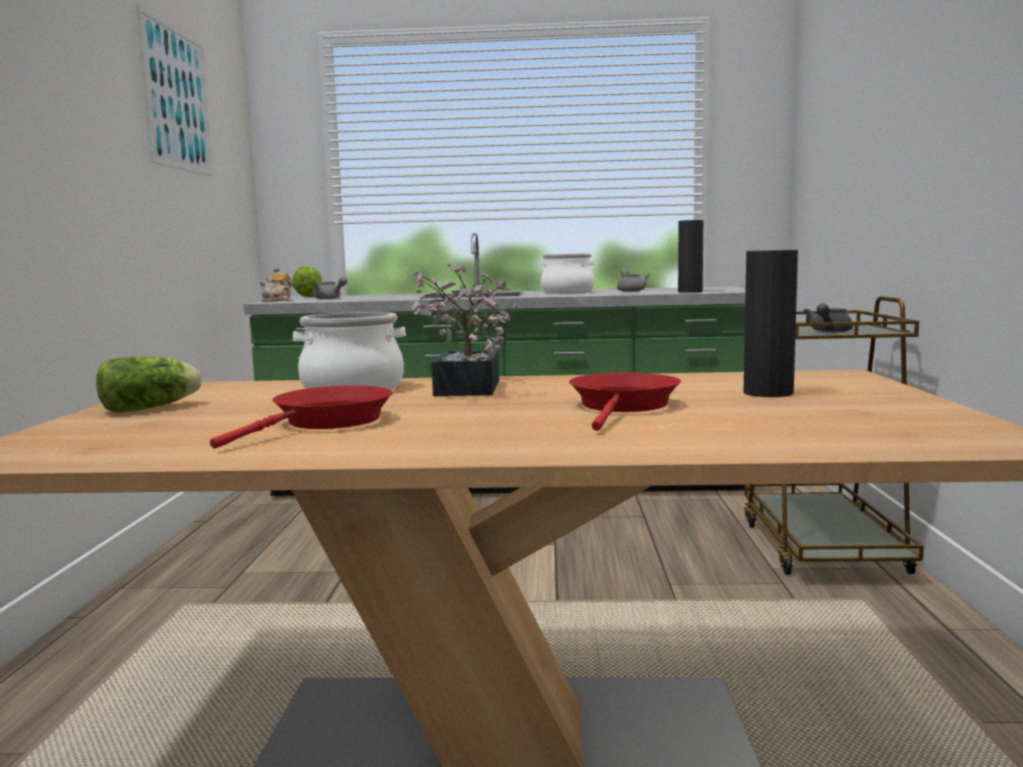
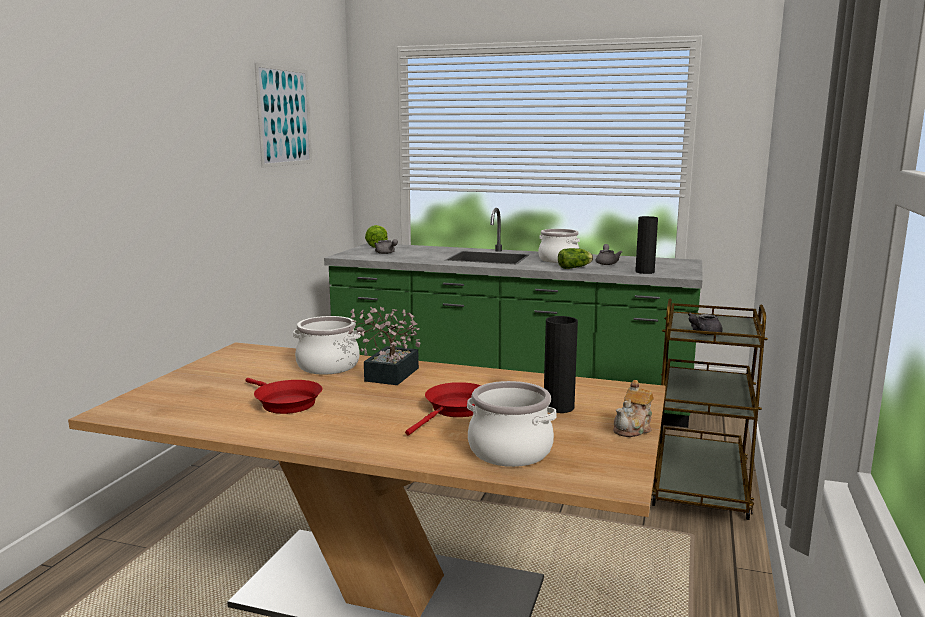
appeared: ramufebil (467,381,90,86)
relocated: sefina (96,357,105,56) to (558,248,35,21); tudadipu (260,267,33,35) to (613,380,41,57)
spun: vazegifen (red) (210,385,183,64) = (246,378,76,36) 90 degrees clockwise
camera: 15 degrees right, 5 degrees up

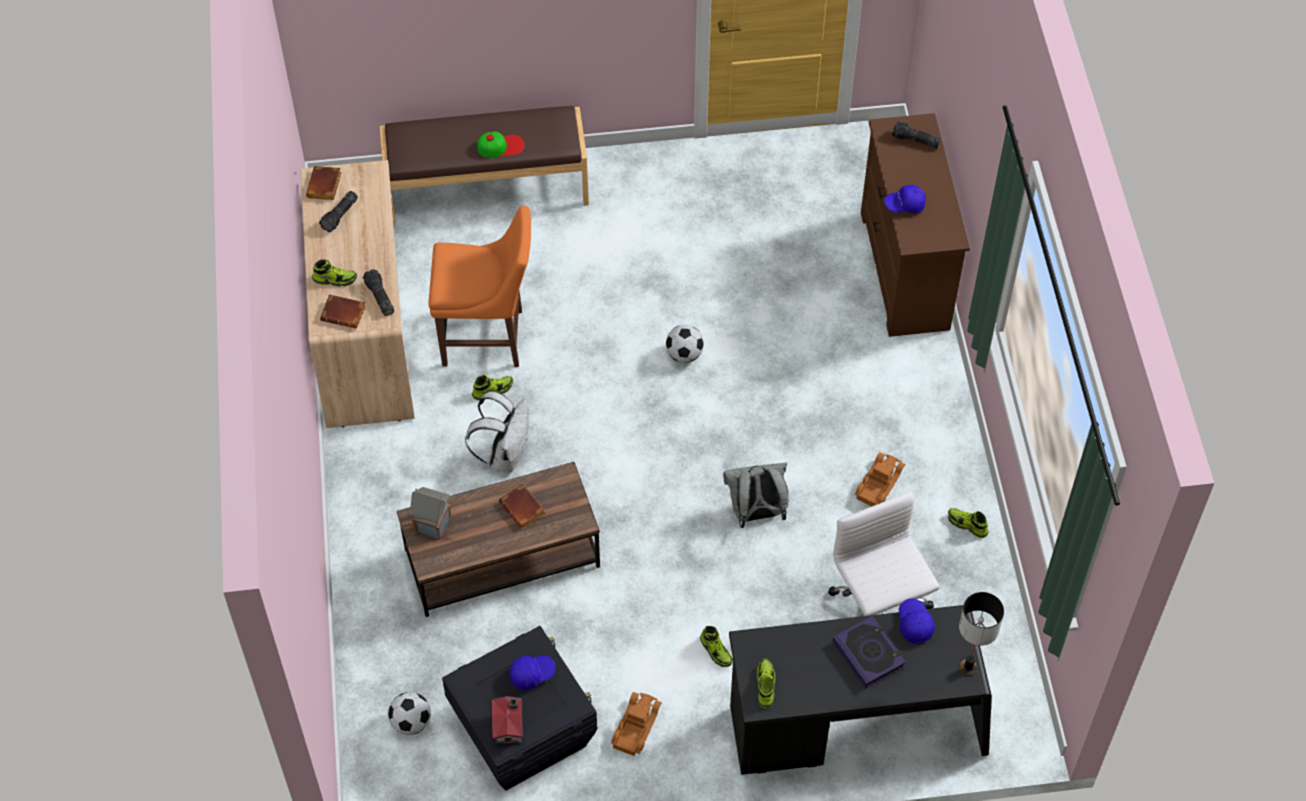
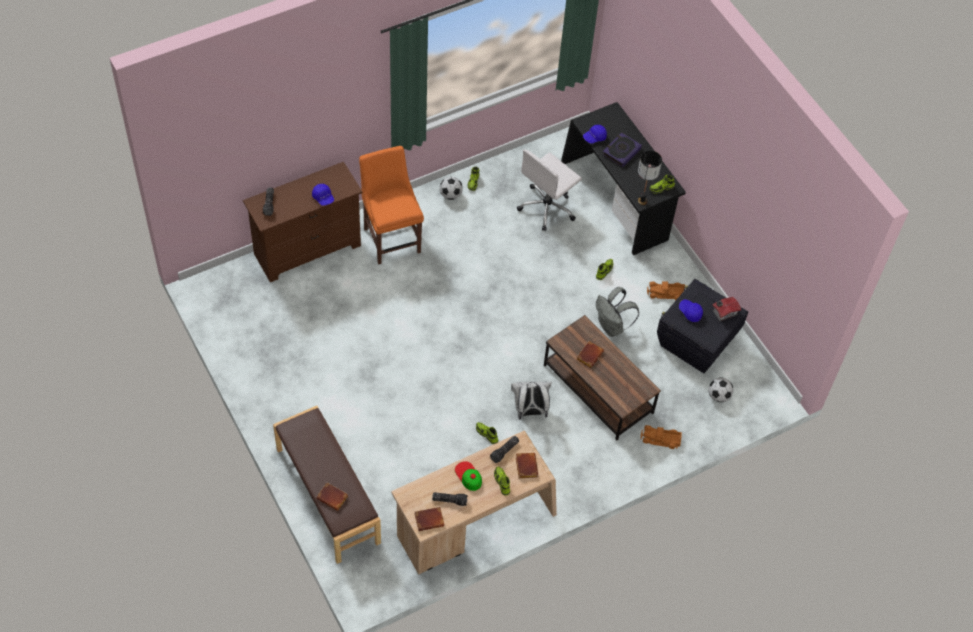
missing: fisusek (409,487,42,53)
appeared: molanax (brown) (316,483,32,28)
relocated: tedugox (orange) (429,206,102,161) to (359,146,65,118); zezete (666,325,38,38) to (440,177,23,23); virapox (477,131,48,27) to (455,461,27,30); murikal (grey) (723,462,65,66) to (596,287,43,50); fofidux (959,592,45,84) to (638,150,24,55); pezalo (855,452,51,54) to (641,425,41,24)
camera: 115 degrees left, 0 degrees up

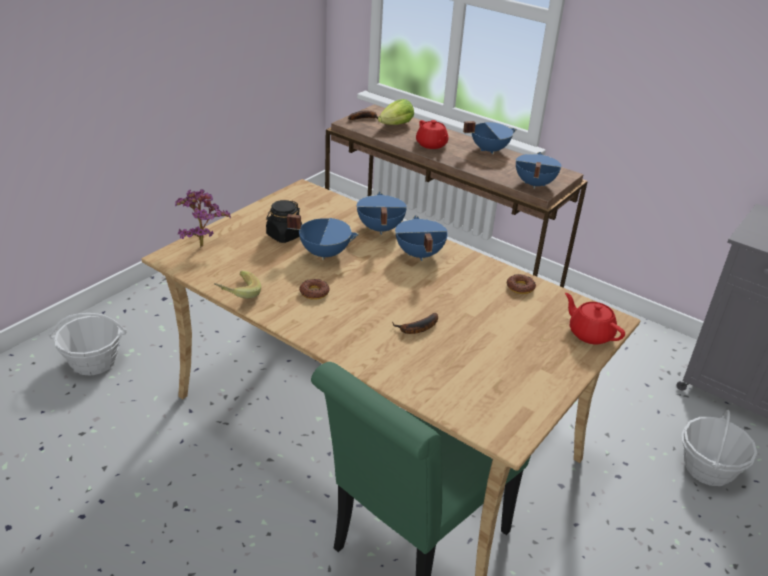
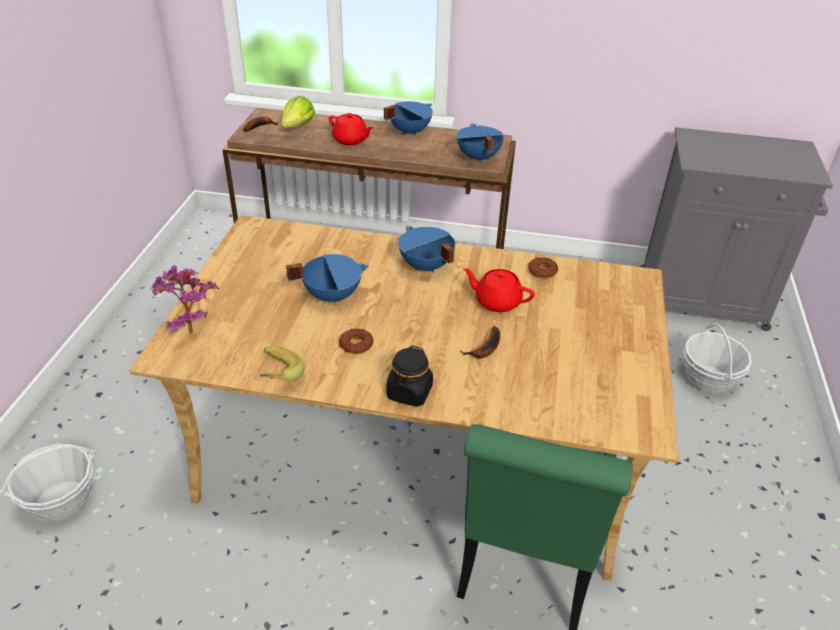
missing: ramufebil (blue) (356,192,51,43)
relocated: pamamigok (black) (266,200,36,43) to (386,346,47,61); tudadipu (red) (565,293,60,51) to (463,268,72,44)
camera: 25 degrees left, 5 degrees up

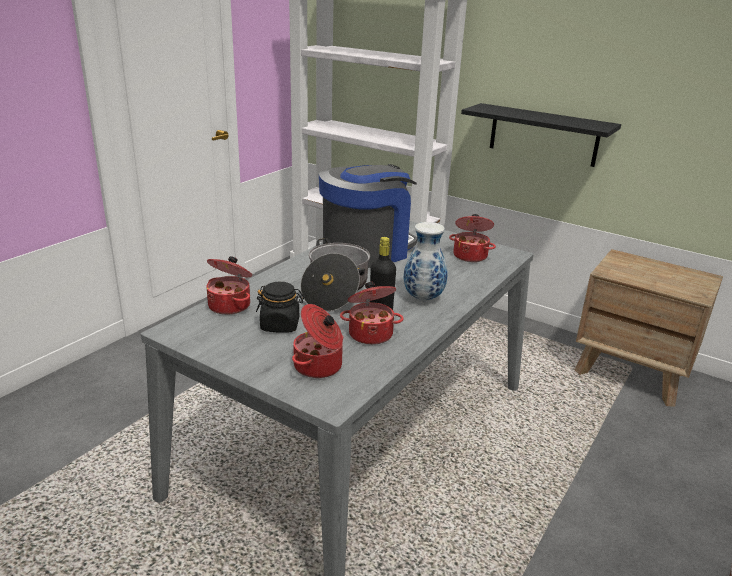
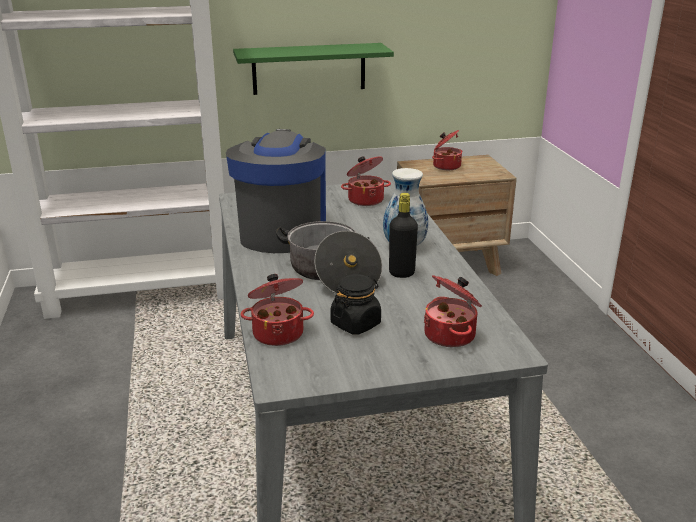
relocated: ramufebil (340,282,64,63) to (432,130,30,40)
colour: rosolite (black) (461,103,160,64) to rosolite (green) (233,43,161,52)
camera: 45 degrees left, 0 degrees up

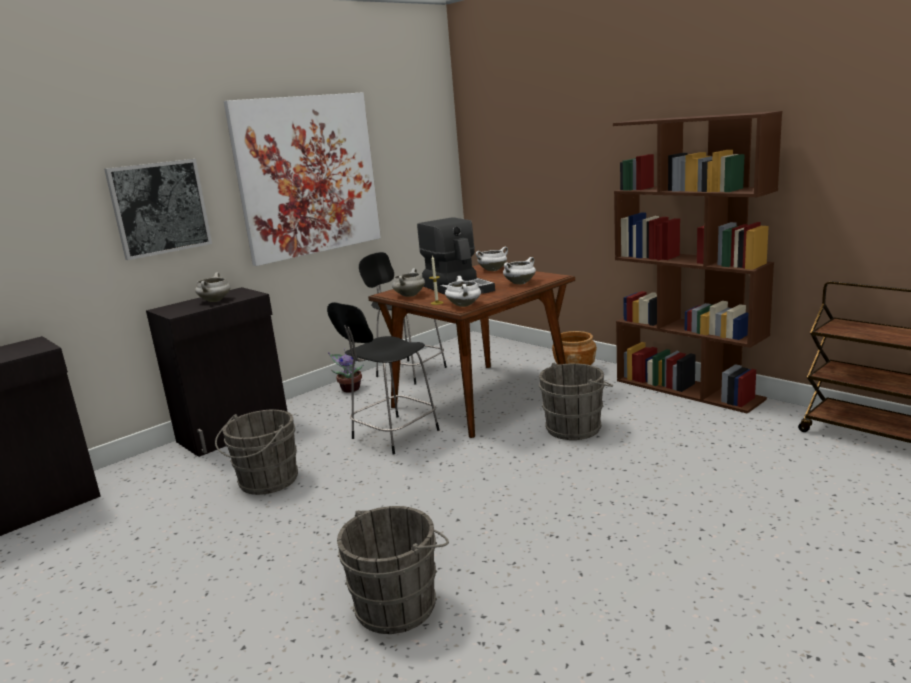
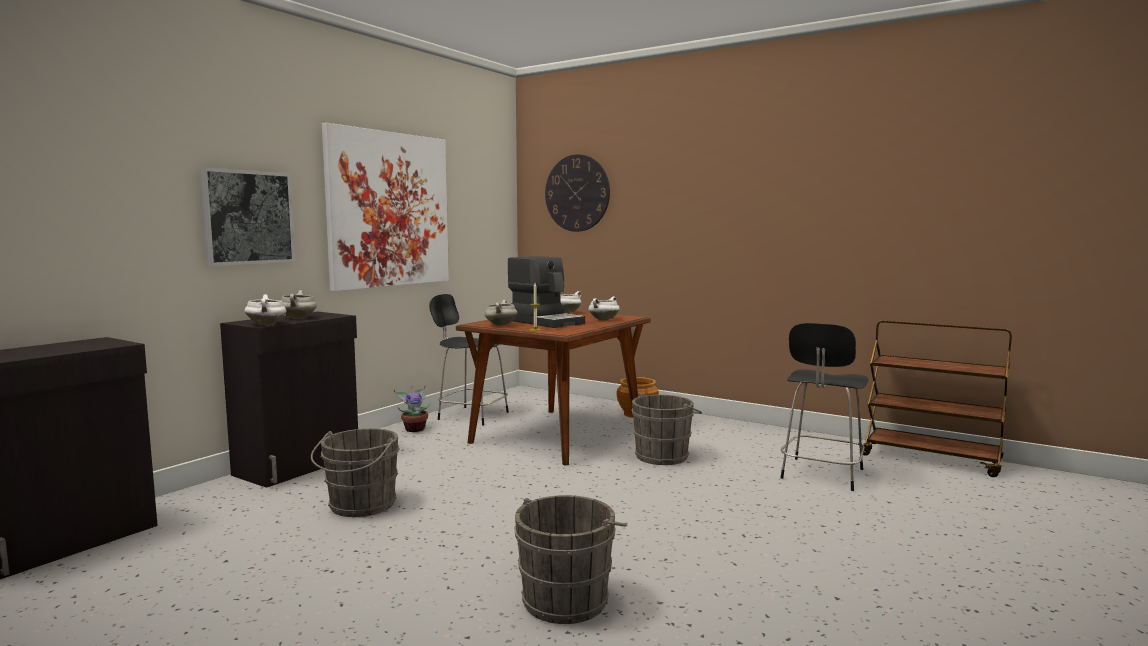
missing: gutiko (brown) (613,111,169,303)
appeared: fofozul (545,154,65,78)
relocated: ramufebil (white) (445,276,36,31) to (245,294,41,31); tedugox (black) (327,302,113,153) to (781,323,87,168)
camera: 15 degrees left, 10 degrees down

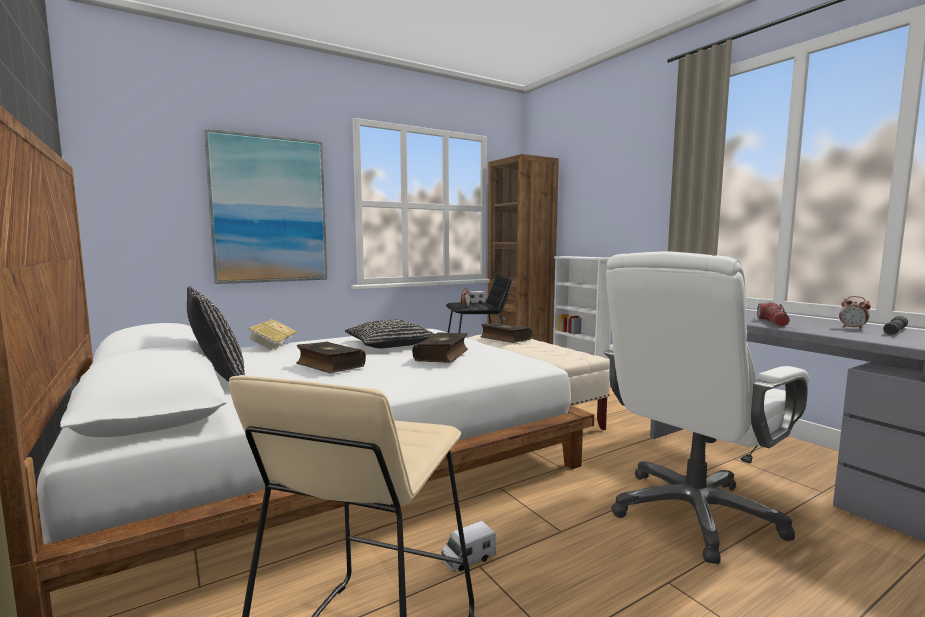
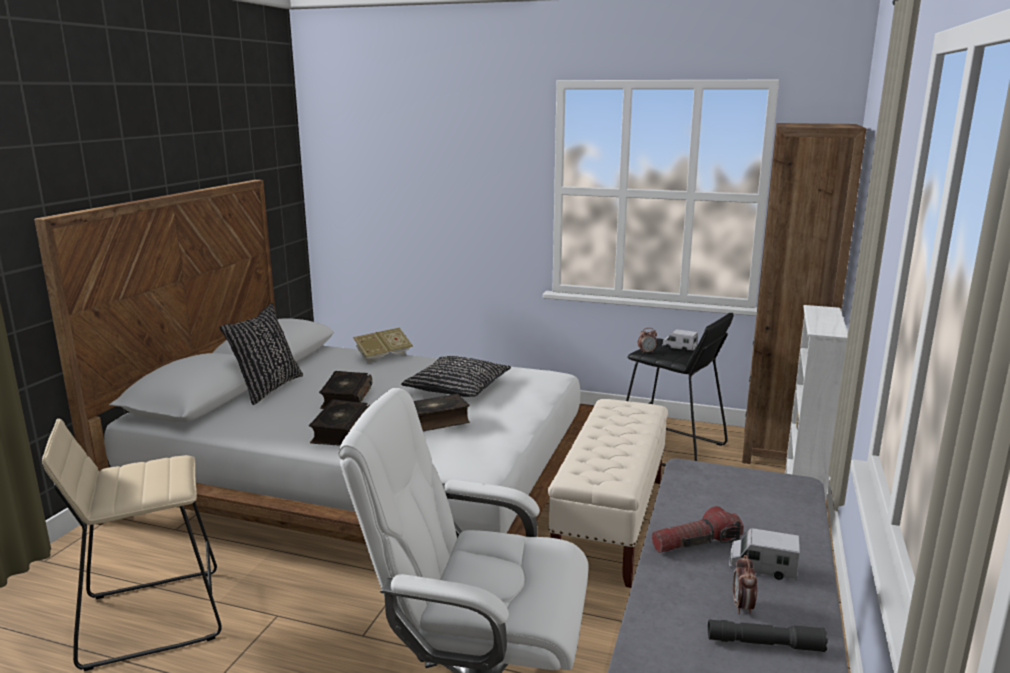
missing: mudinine (204,128,124,156)
relocated: molanax (481,323,51,20) to (309,399,61,47); pezalo (441,521,55,51) to (729,528,71,52)
camera: 50 degrees right, 10 degrees up

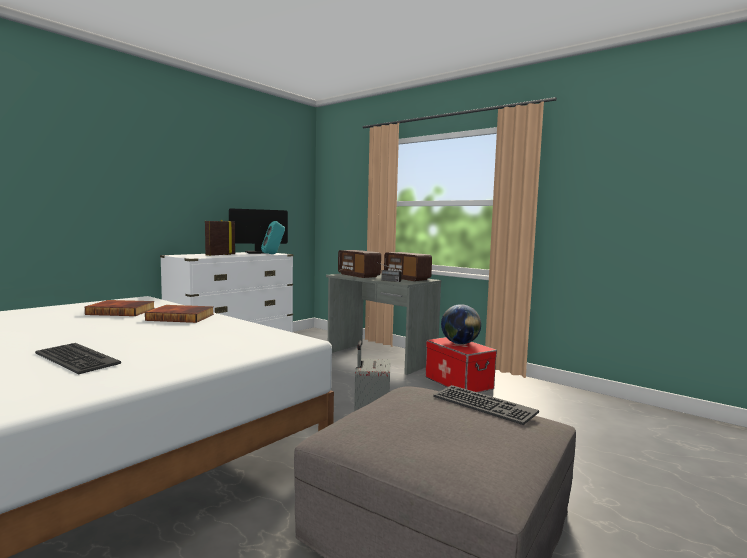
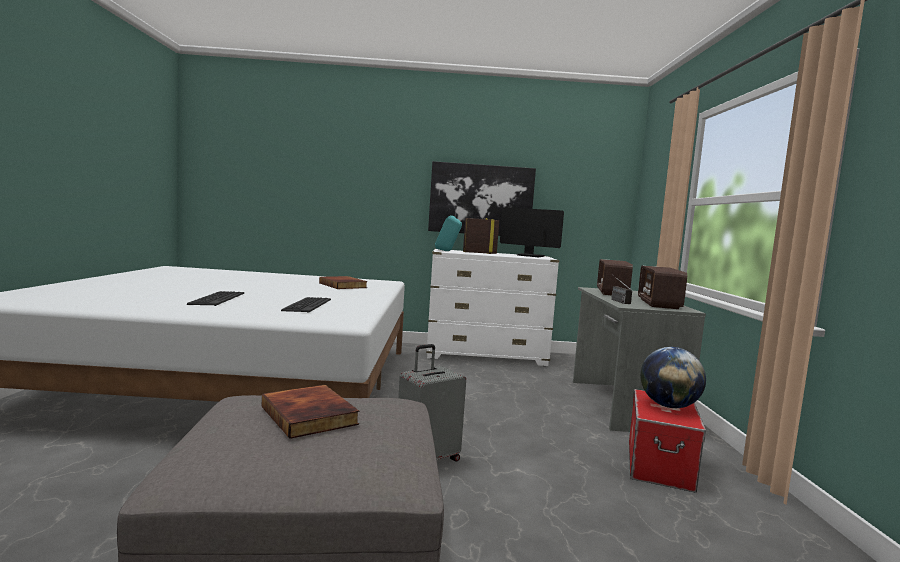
appeared: mudinine (428,161,108,75)
relocated: molanax (145,305,69,18) to (262,385,97,54); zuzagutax (433,385,106,40) to (281,297,50,16); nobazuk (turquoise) (261,221,24,33) to (435,215,27,36)
camera: 50 degrees right, 0 degrees up

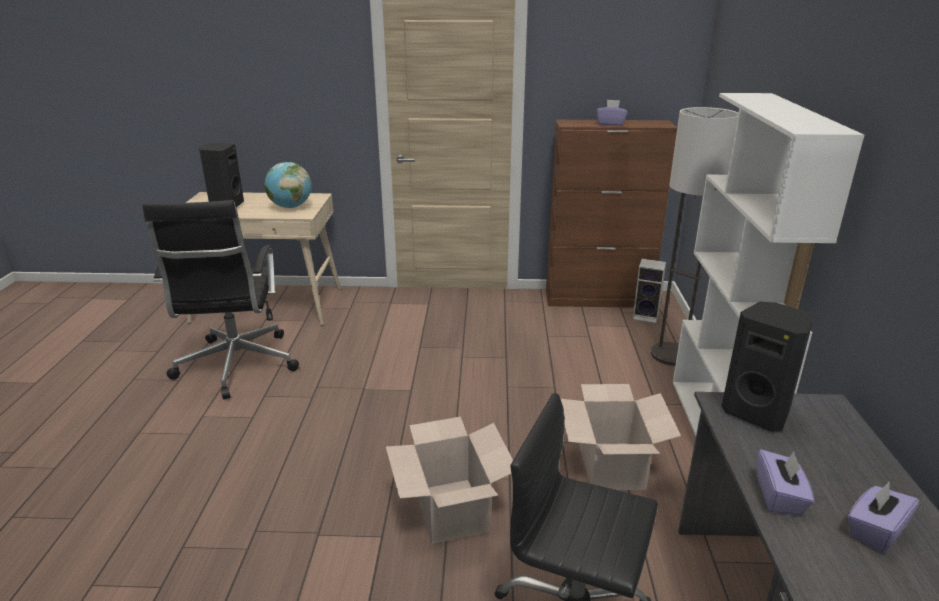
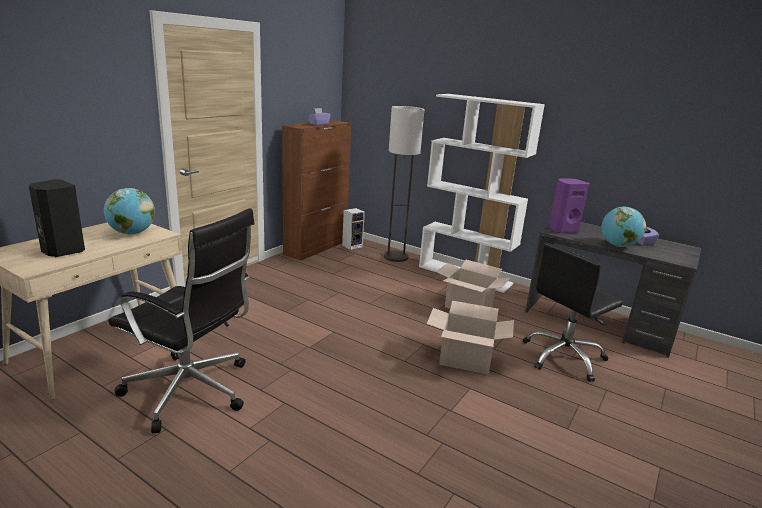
exchanged: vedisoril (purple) (757,449,57,66) to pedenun (601,207,45,40)
colour: nobazuk (black) (722,302,92,130) to nobazuk (purple) (549,178,40,55)
camera: 60 degrees left, 5 degrees down

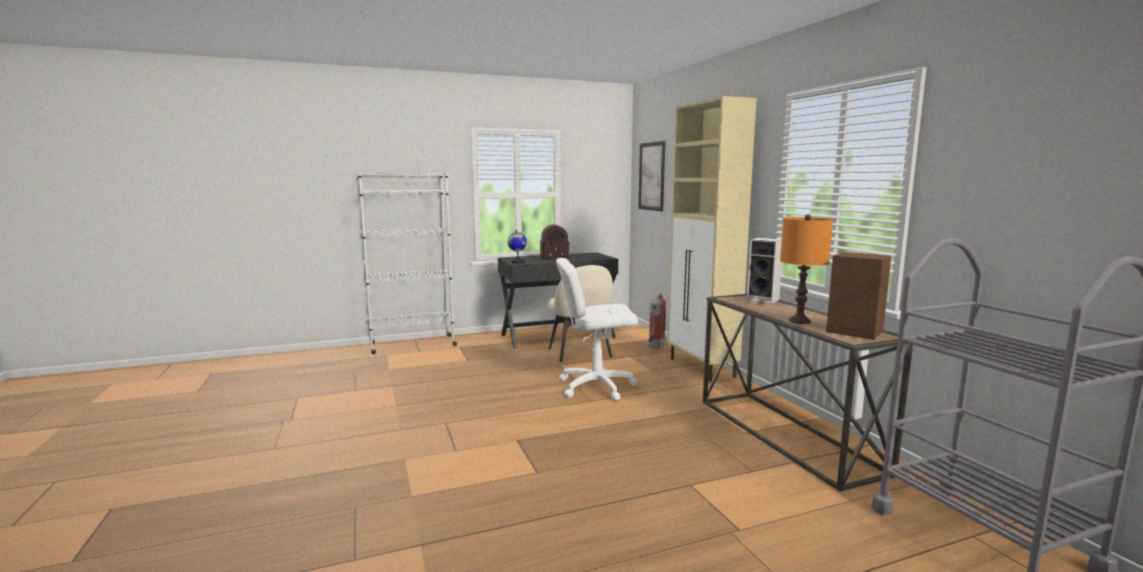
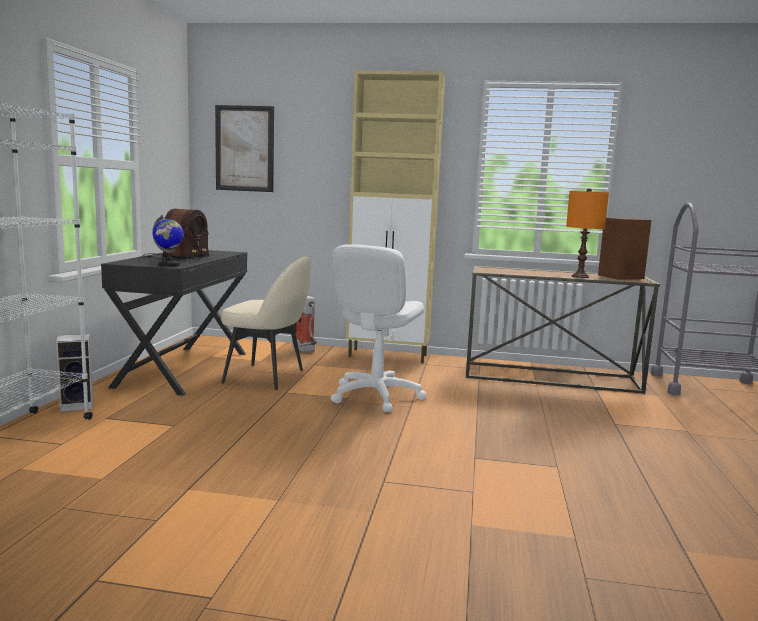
relocated: nobazuk (746,238,36,66) to (56,334,37,78)
camera: 60 degrees left, 0 degrees up

